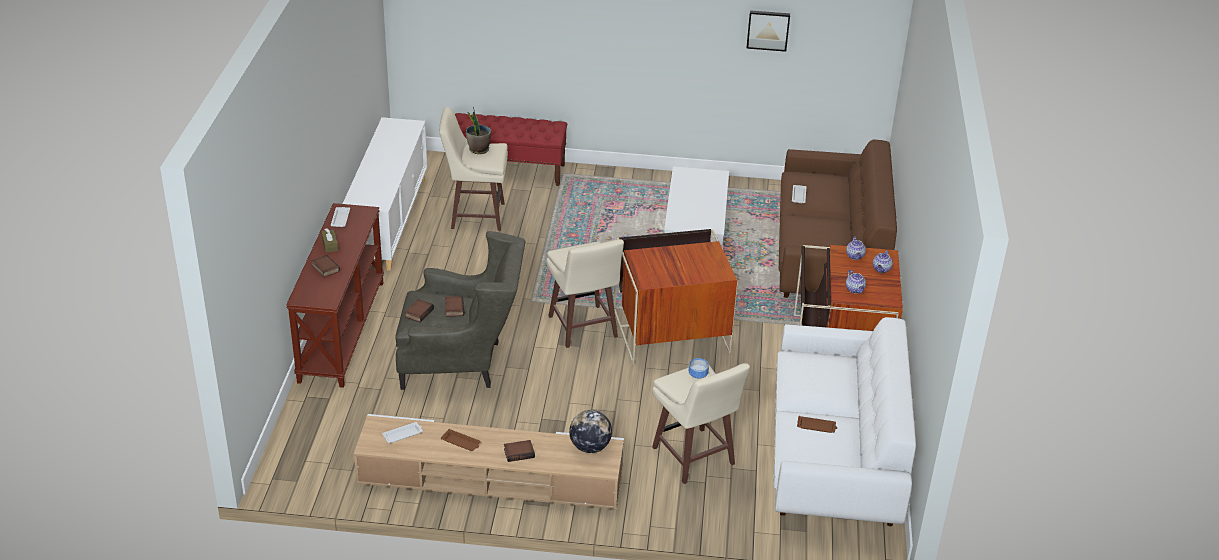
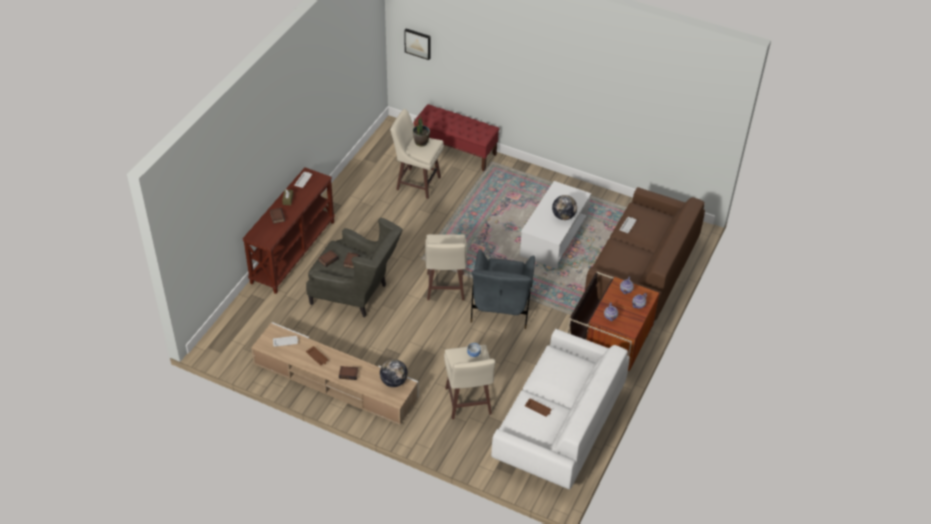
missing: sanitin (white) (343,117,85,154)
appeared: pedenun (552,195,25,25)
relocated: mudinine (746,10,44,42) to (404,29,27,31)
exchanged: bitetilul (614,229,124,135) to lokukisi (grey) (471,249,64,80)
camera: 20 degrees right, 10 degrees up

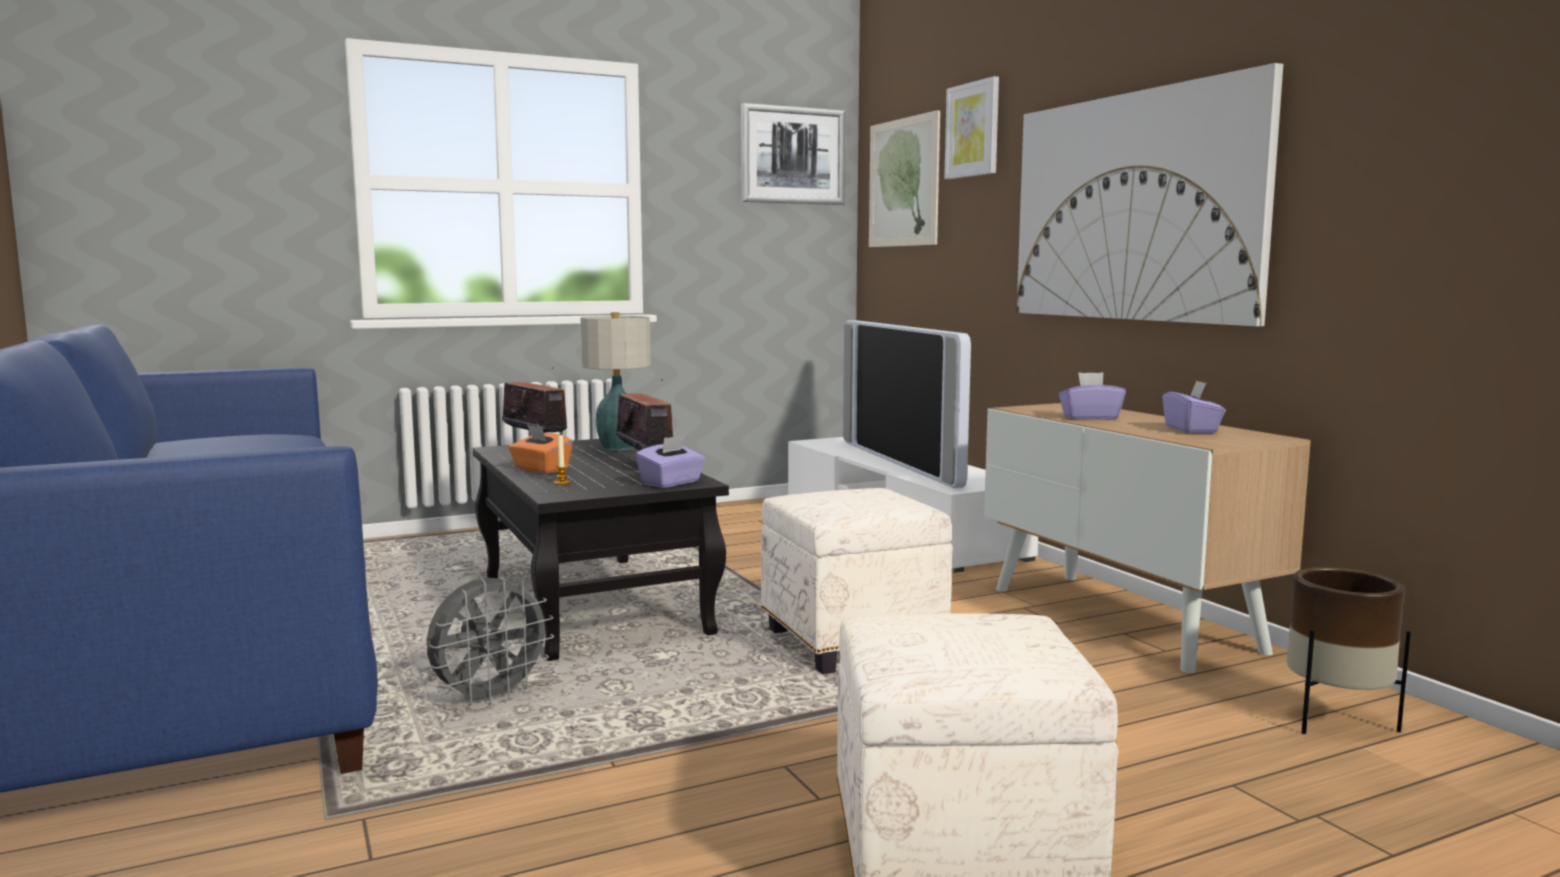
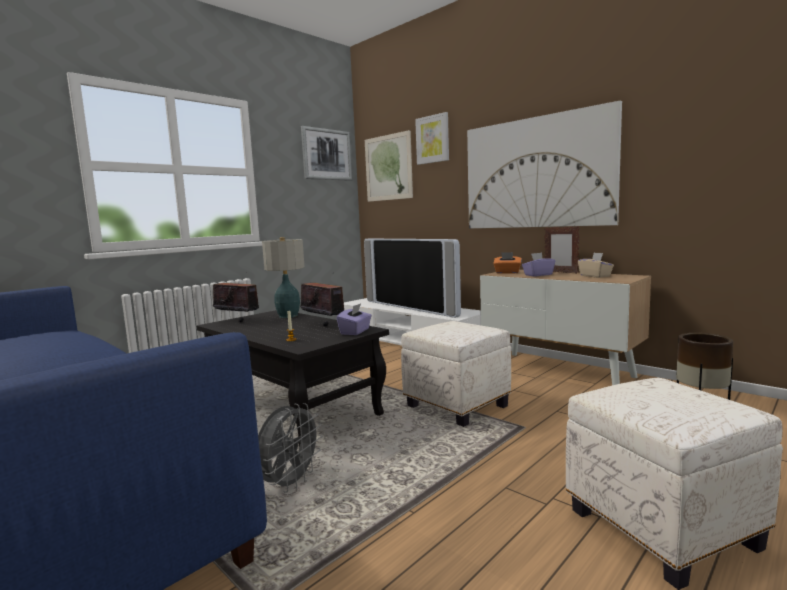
appeared: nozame (544,226,36,48)
relocated: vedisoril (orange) (509,425,64,49) to (493,252,29,22)
colour: vedisoril (purple) (1162,380,64,53) to vedisoril (beige) (578,253,36,25)
camera: 20 degrees left, 0 degrees up

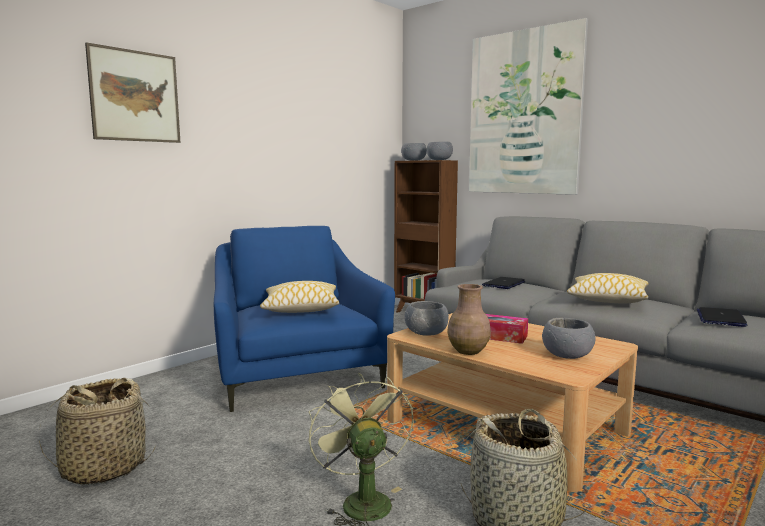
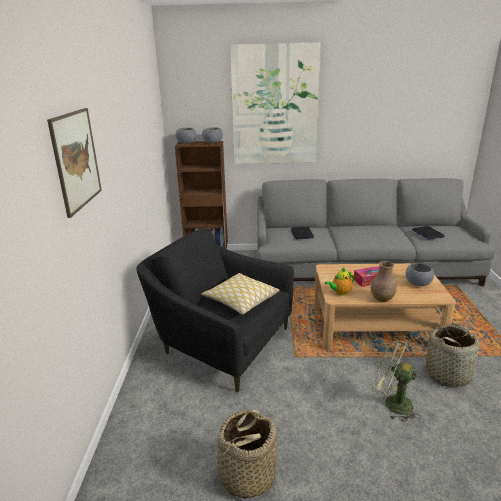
missing: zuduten (567,273,82,30)
exchanged: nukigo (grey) (405,301,44,35) to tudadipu (325,267,29,29)
colour: lokukisi (blue) (214,226,181,186) to lokukisi (black) (136,227,158,165)
camera: 40 degrees left, 15 degrees up

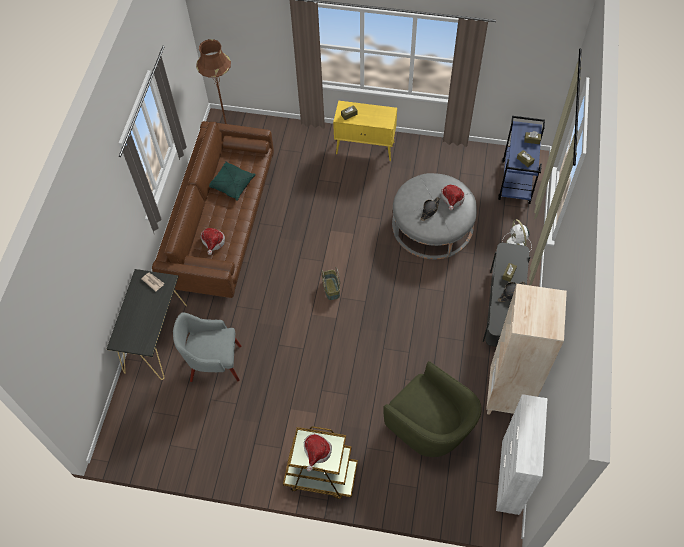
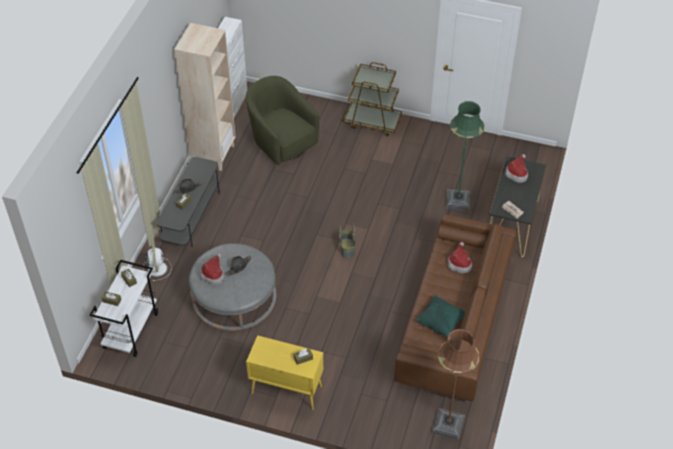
relocated: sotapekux (304,434,28,38) to (505,154,23,29)
exchanged: lokukisi (grey) (173,312,68,70) to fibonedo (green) (446,101,39,109)
colour: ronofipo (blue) (498,116,47,88) to ronofipo (white) (90,260,68,97)
camera: 175 degrees left, 10 degrees down

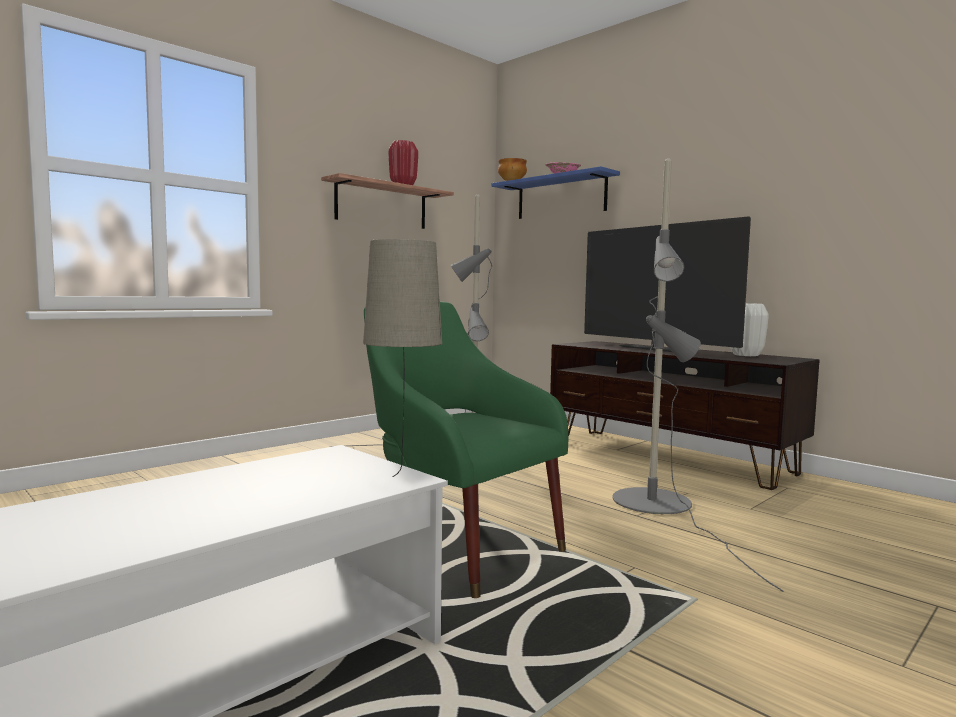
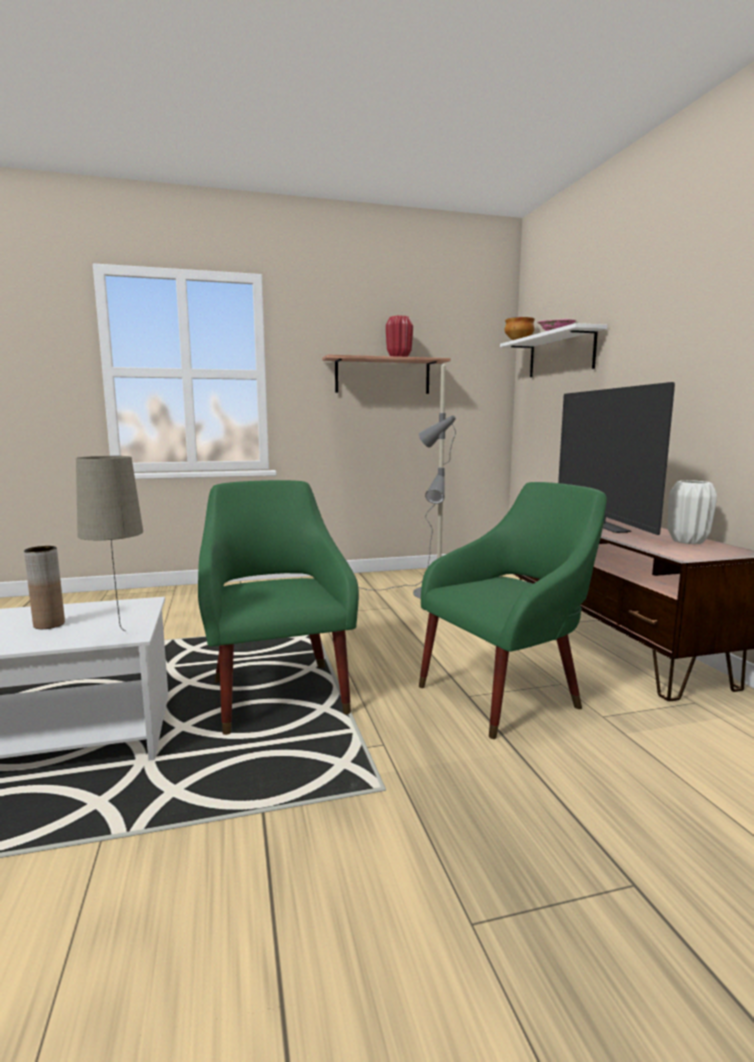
appeared: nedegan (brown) (24,546,41,83)
exchanged: fibonedo (grey) (612,158,172,434) to lokukisi (green) (419,482,188,257)
colour: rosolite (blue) (491,166,129,53) to rosolite (white) (500,323,107,54)
camera: 30 degrees right, 5 degrees up

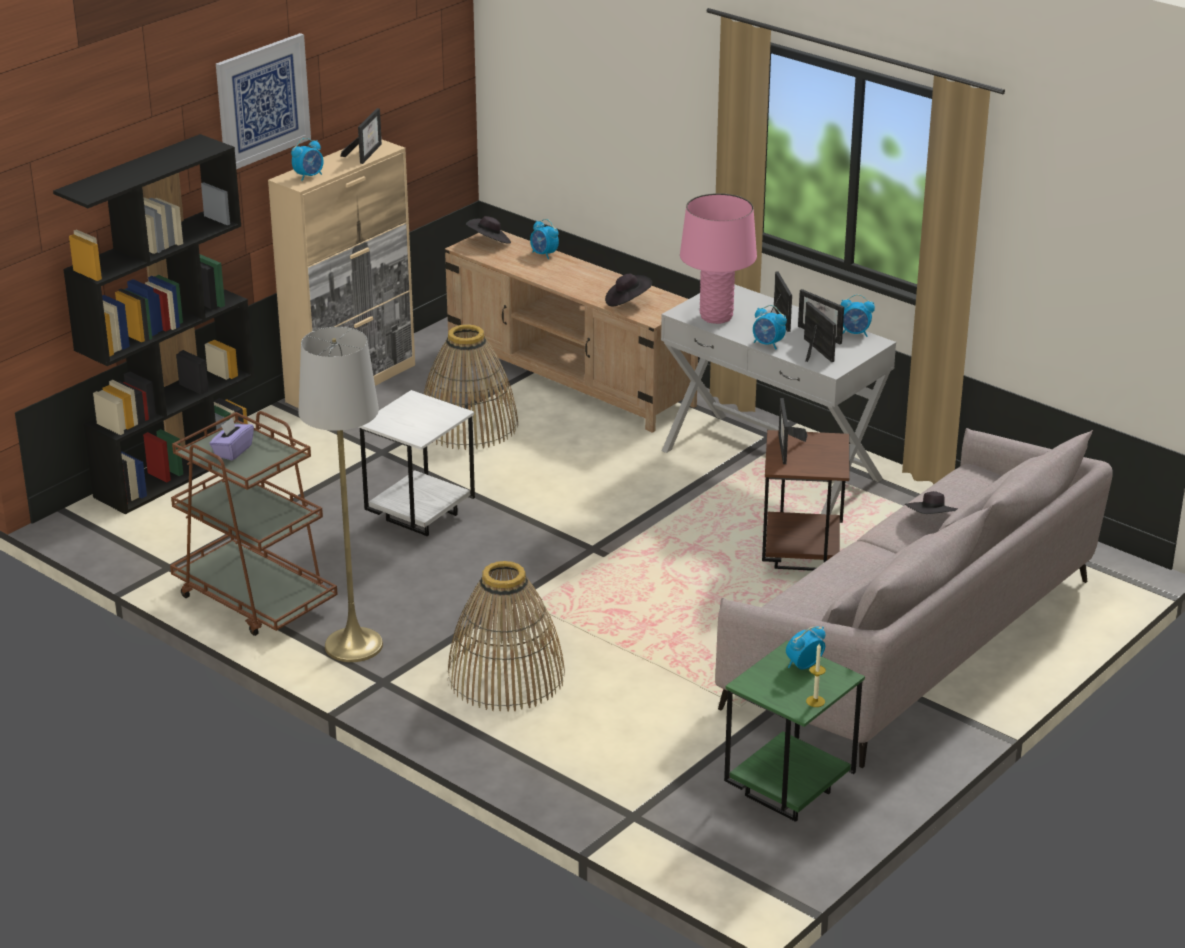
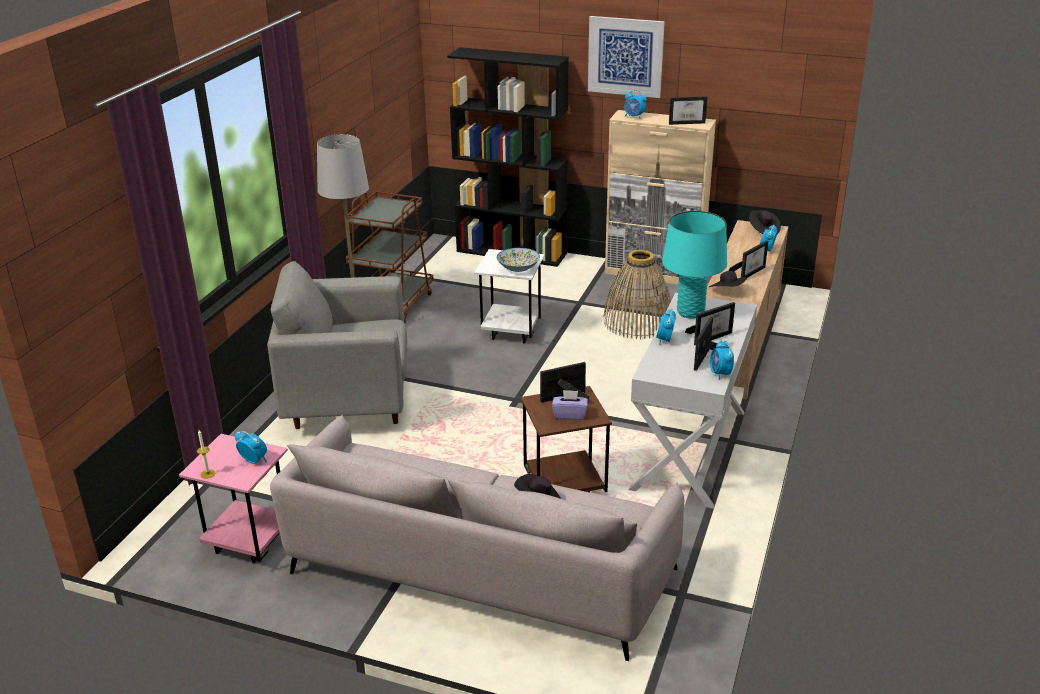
appeared: nukigo (497,248,43,24)
relocated: vedisoril (purple) (209,418,45,42) to (552,390,36,30); nozame (804,302,33,60) to (729,240,39,38)
exchanged: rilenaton (448,561,117,150) to lokukisi (grey) (267,261,140,168)
colour: bitetilul (green) (724,641,141,181) to bitetilul (pink) (179,434,109,129); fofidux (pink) (680,193,77,131) to fofidux (turquoise) (662,211,65,108)
camera: 70 degrees right, 0 degrees up

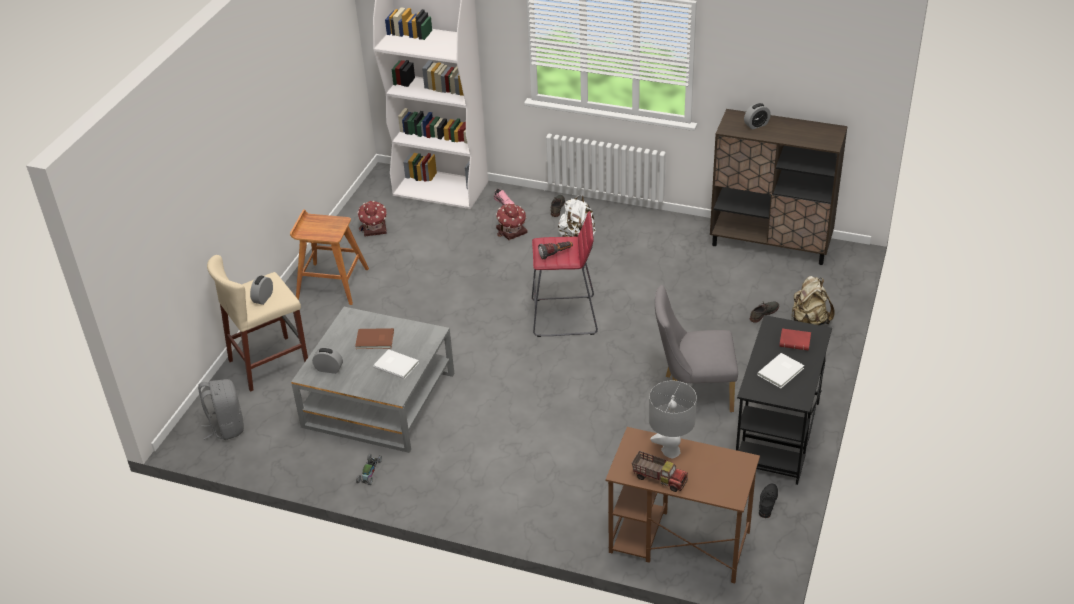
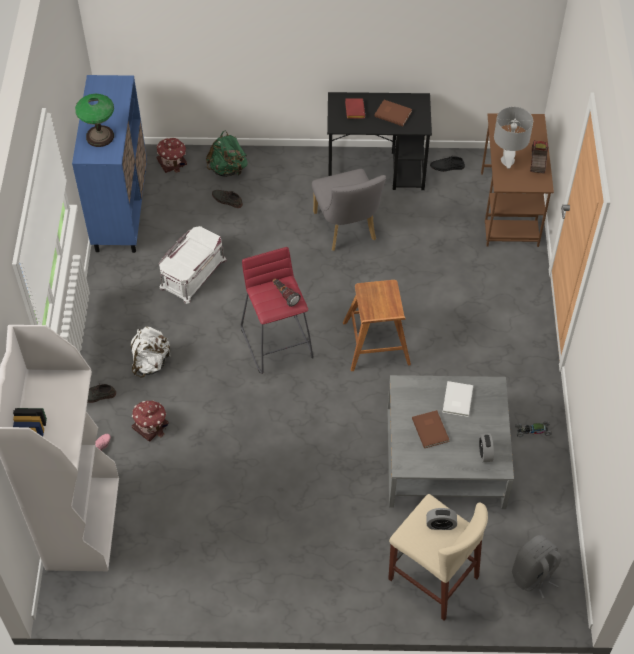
appeared: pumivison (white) (159,226,68,78)
relocated: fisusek (357,201,30,35) to (156,138,31,35); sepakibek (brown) (290,209,79,96) to (343,280,68,91)
exchanged: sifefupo (744,103,27,27) to fofidux (75,94,39,53)
colour: sanitin (brown) (710,109,138,156) to sanitin (blue) (72,75,75,178); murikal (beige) (791,276,44,50) to murikal (green) (206,131,42,46); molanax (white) (757,353,47,35) to molanax (brown) (374,100,38,26)
camera: 110 degrees left, 15 degrees up

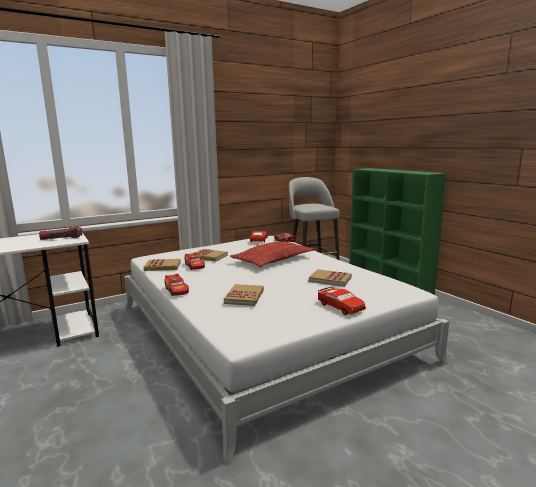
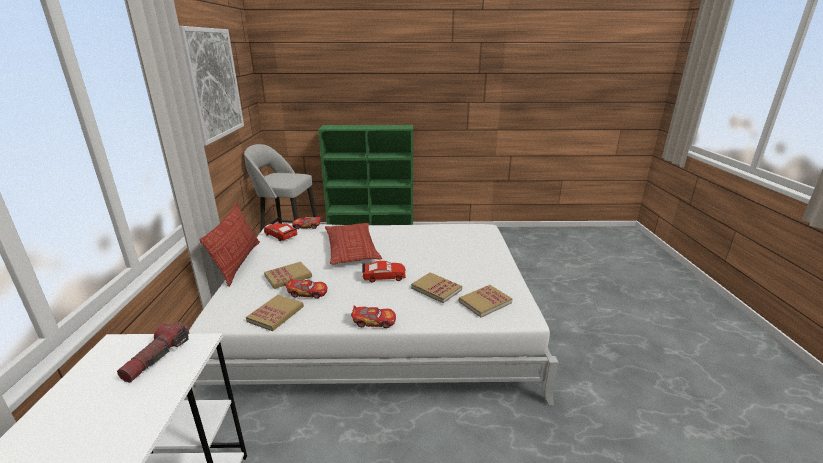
appeared: mudinine (179,26,65,120); zuduten (200,203,60,84)
relocated: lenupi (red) (318,287,48,28) to (362,261,44,22); molanax (309,269,43,18) to (459,285,54,32)
camera: 60 degrees left, 10 degrees up

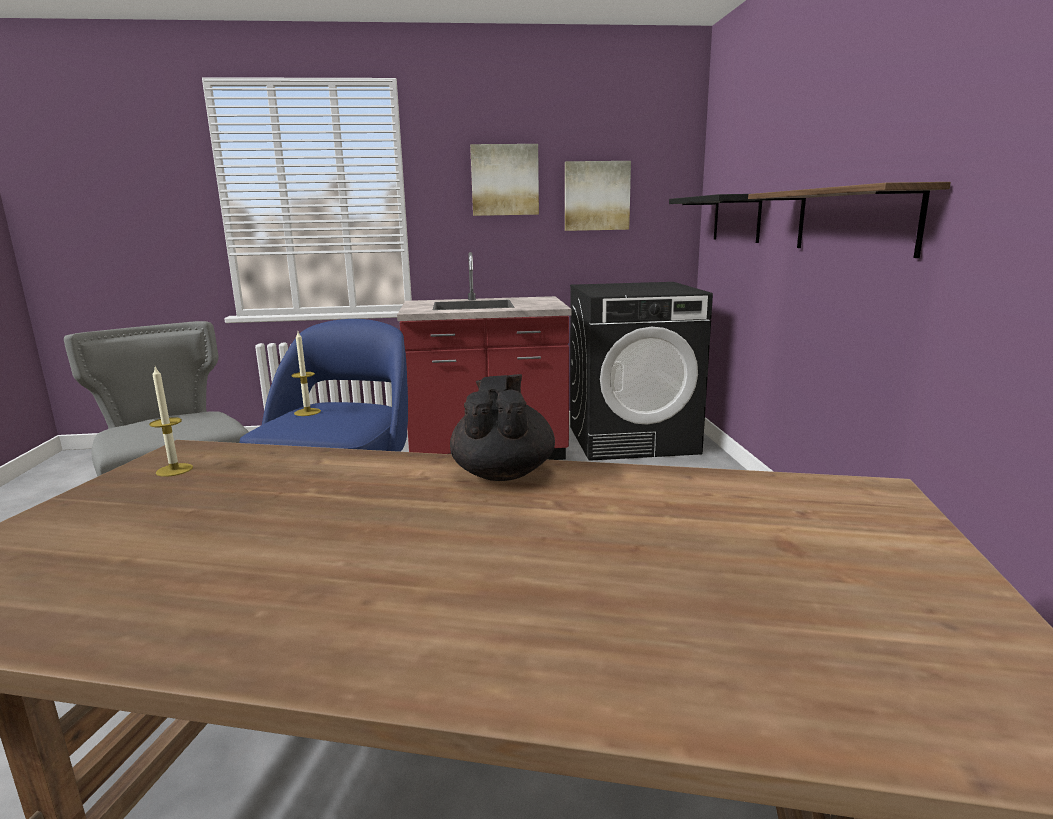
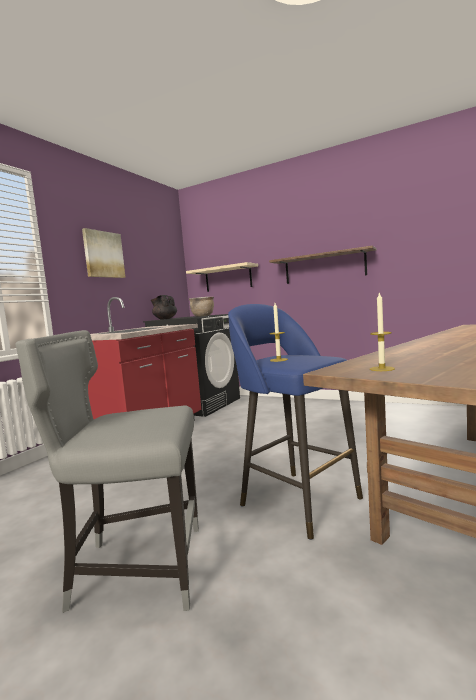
missing: mudinine (565,161,66,70)
appeared: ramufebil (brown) (189,297,25,20)
relocated: tudadipu (black) (450,374,105,107) to (151,295,26,25)
colour: rosolite (black) (669,194,97,49) to rosolite (beige) (186,262,72,30)
camera: 55 degrees left, 10 degrees down

